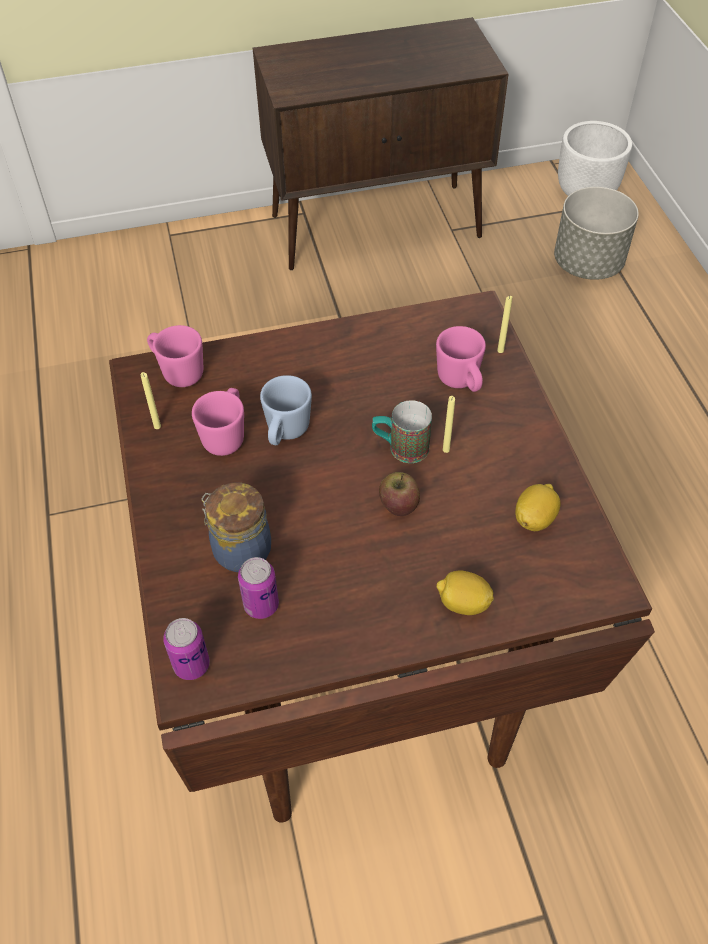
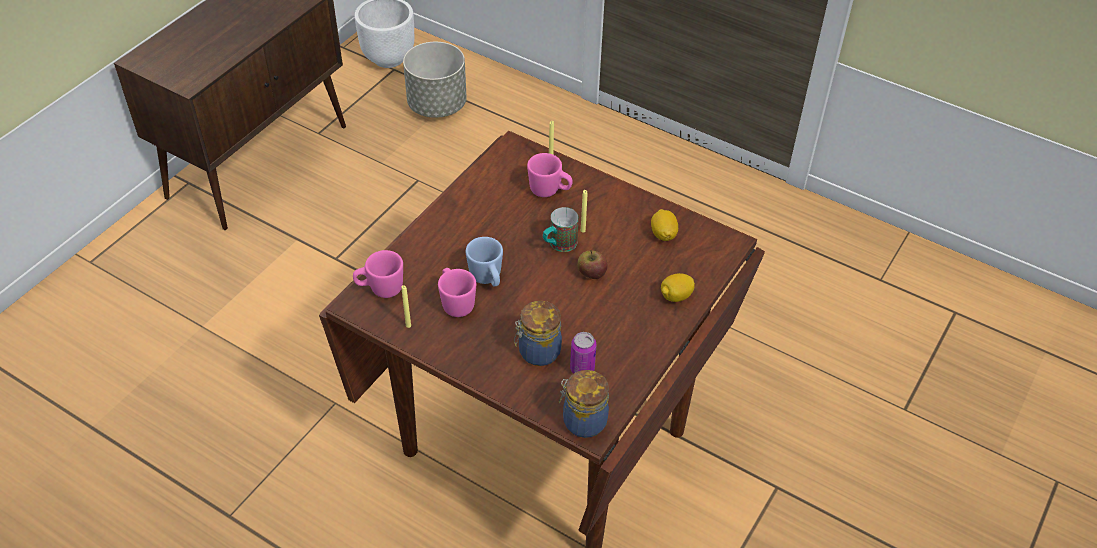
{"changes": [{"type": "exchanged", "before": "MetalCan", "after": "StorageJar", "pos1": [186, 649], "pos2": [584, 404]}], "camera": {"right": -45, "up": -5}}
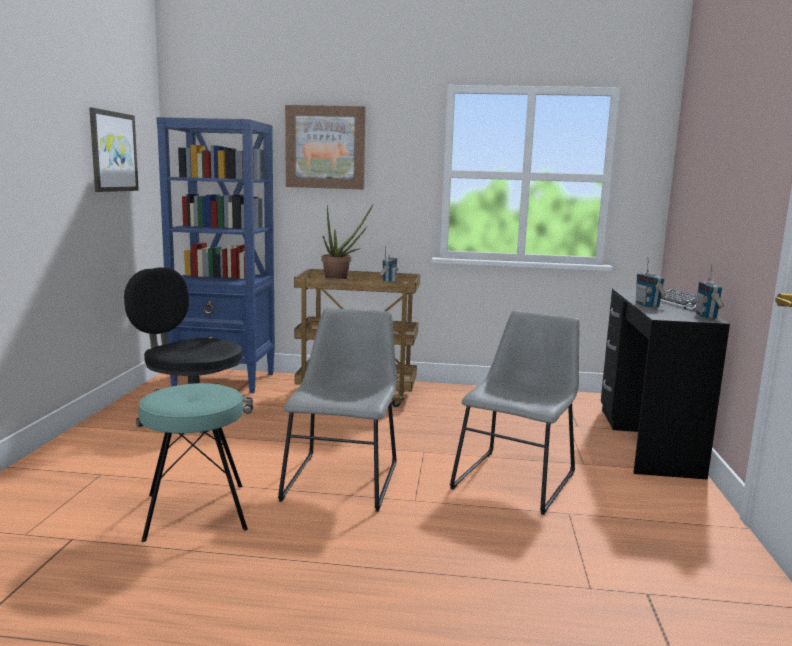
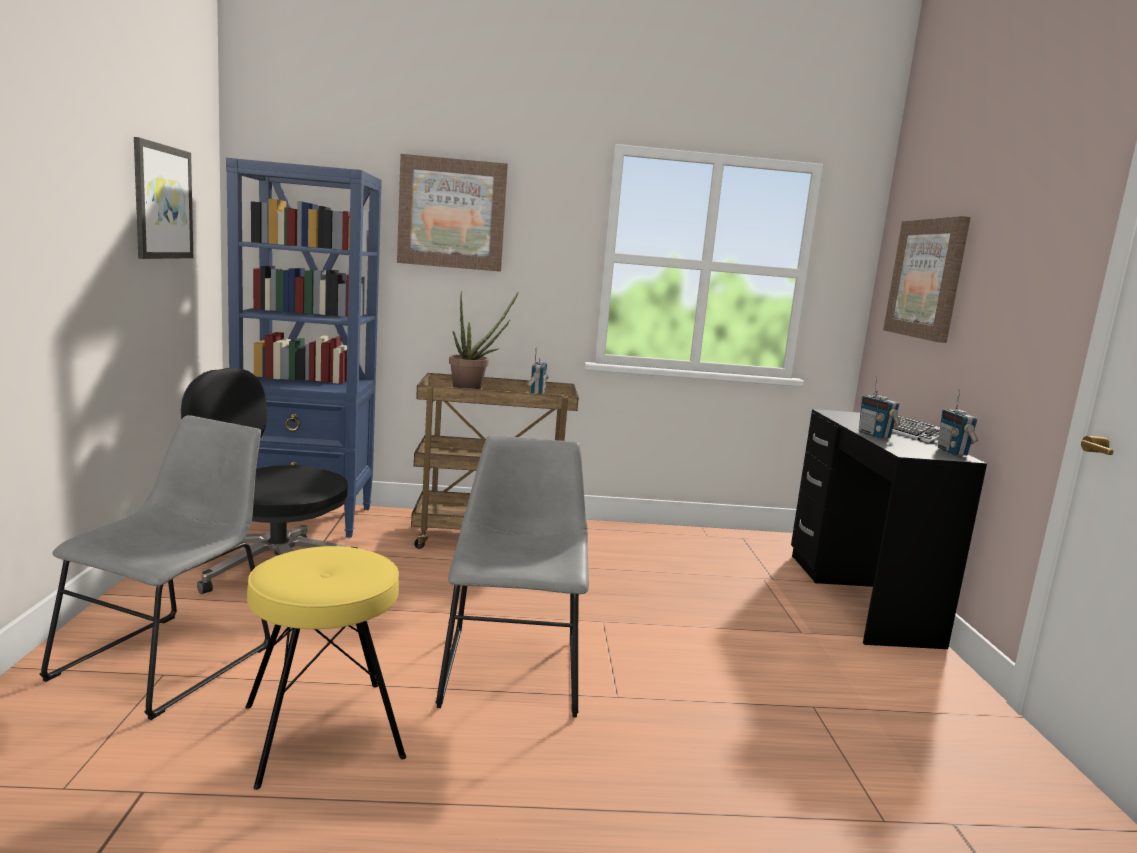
{"changes": [{"type": "appeared", "after": "Picture", "pos2": [927, 279]}, {"type": "relocated", "before": "GreyishChair", "pos1": [515, 412], "pos2": [155, 567]}, {"type": "colour", "before": "BlueGreenStoolSeat", "after": "YellowishStoolSeat", "pos1": [193, 462], "pos2": [325, 668]}], "camera": {"right": -10, "up": 0}}
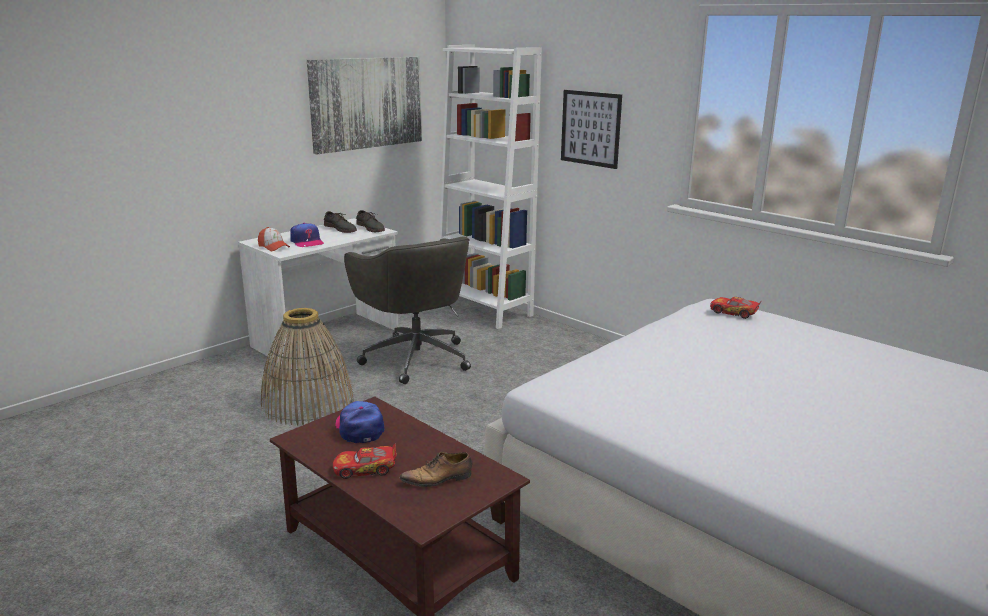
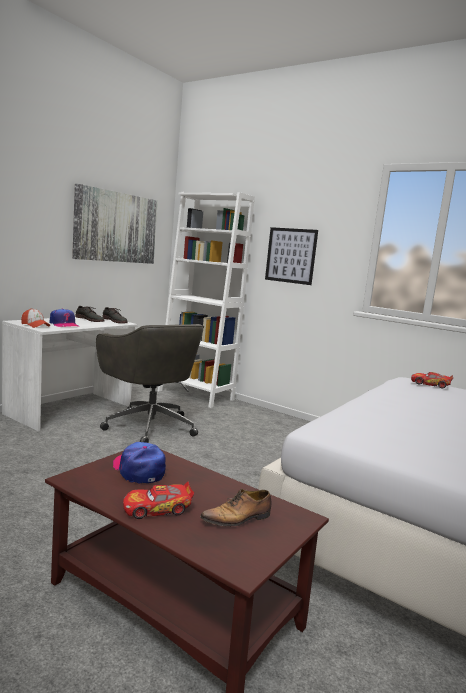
{"changes": [{"type": "missing", "before": "StorageBasket", "pos1": [307, 366]}], "camera": {"right": -10, "up": -10}}
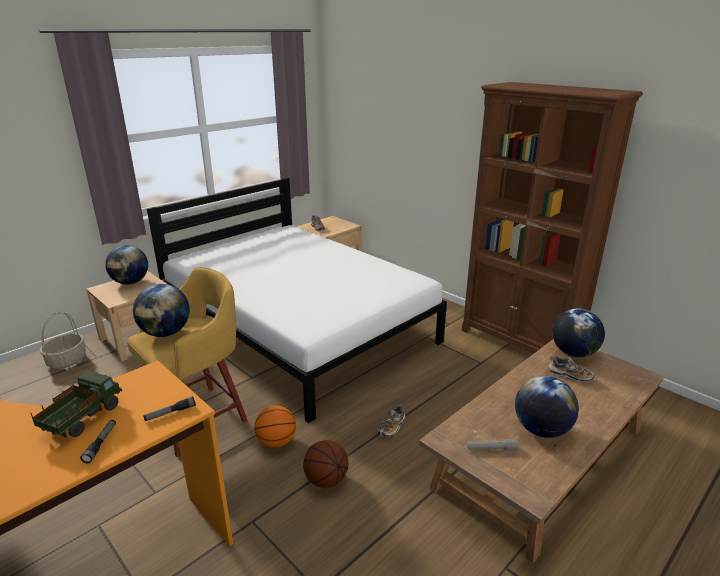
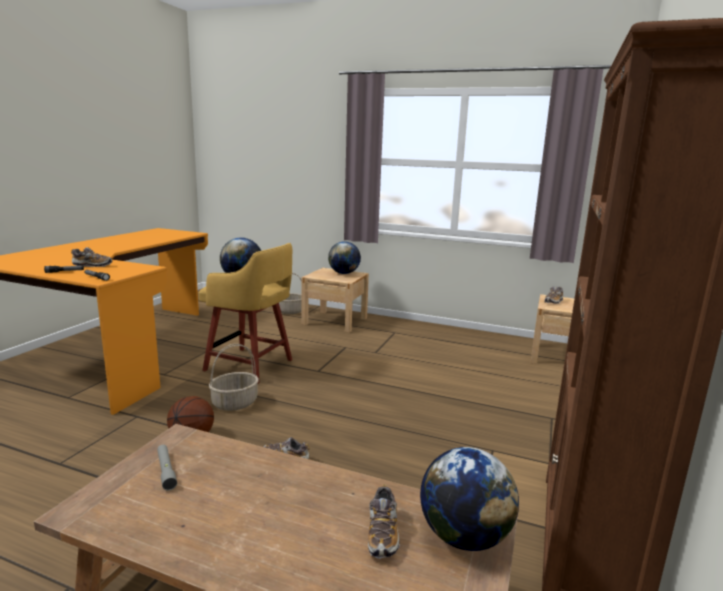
{"changes": [{"type": "missing", "before": "WhitishSleepingBed", "pos1": [297, 300]}, {"type": "missing", "before": "Globe", "pos1": [547, 407]}, {"type": "exchanged", "before": "ToyLorry", "after": "Shoe", "pos1": [76, 404], "pos2": [91, 257]}, {"type": "exchanged", "before": "BasketballBall", "after": "StorageBasket", "pos1": [275, 426], "pos2": [234, 377]}], "camera": {"right": 65, "up": -10}}
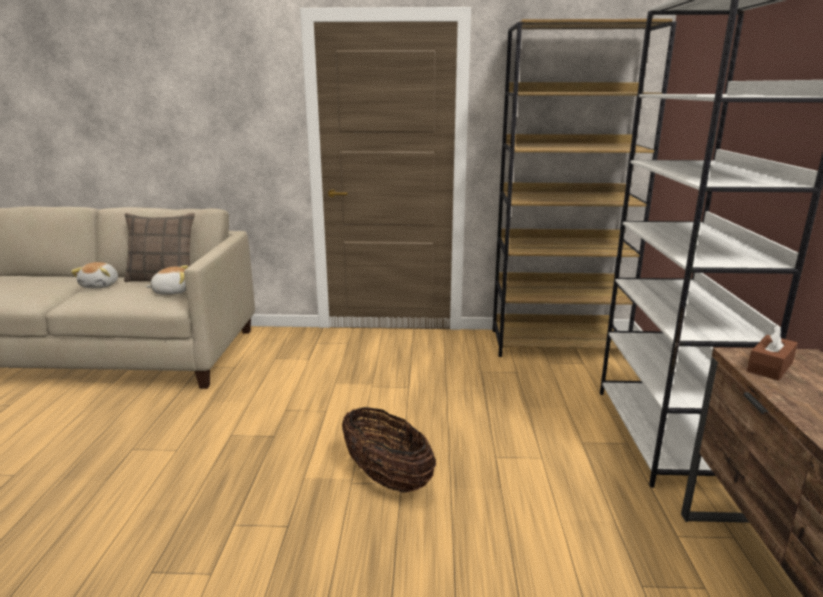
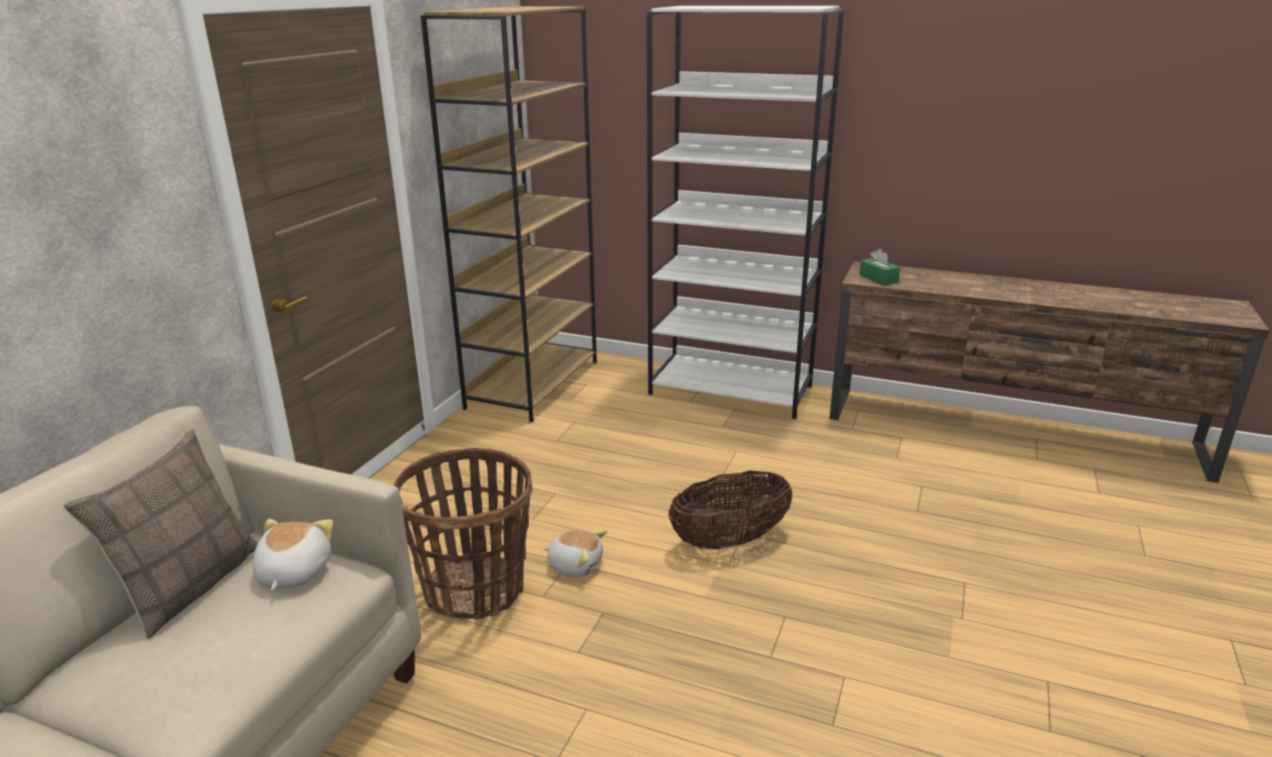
{"changes": [{"type": "appeared", "after": "StorageBasket", "pos2": [462, 534]}, {"type": "relocated", "before": "PlushToy", "pos1": [94, 275], "pos2": [575, 553]}, {"type": "colour", "before": "BrownColouredBoxOfTissues", "after": "GreenBoxOfTissues", "pos1": [772, 352], "pos2": [879, 267]}], "camera": {"right": -70, "up": 5}}
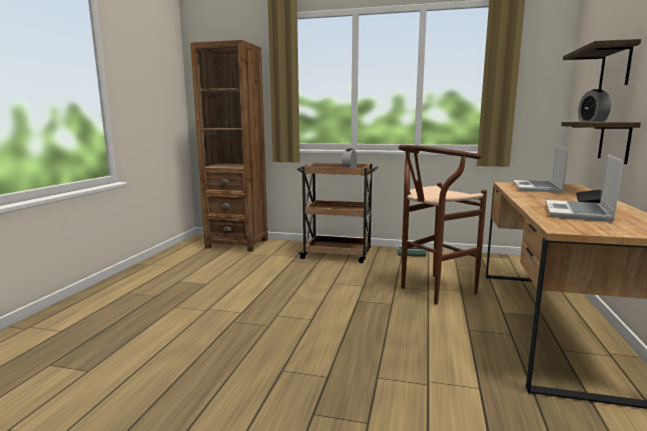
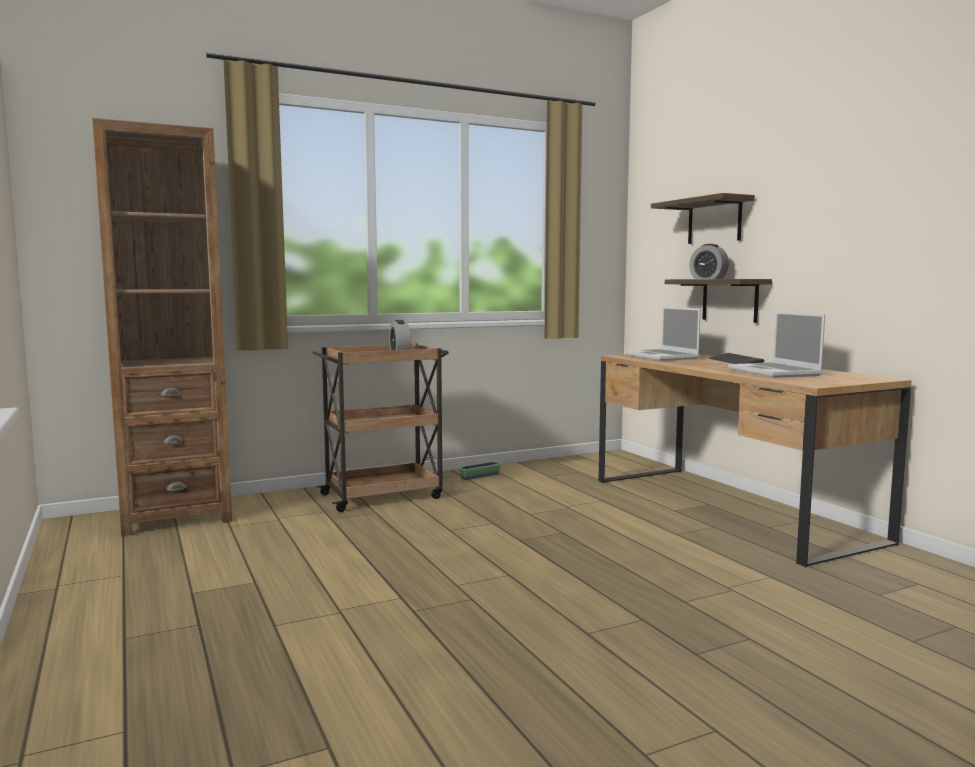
{"changes": [{"type": "missing", "before": "BrownColouredStoolSeat", "pos1": [442, 224]}], "camera": {"right": -40, "up": -5}}
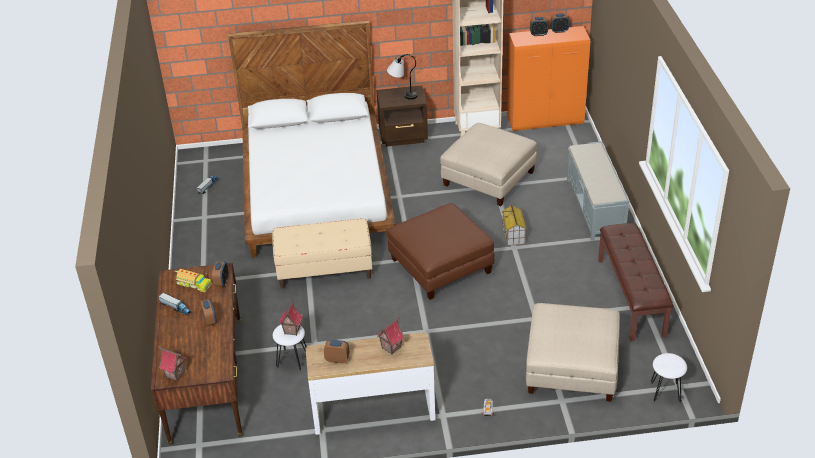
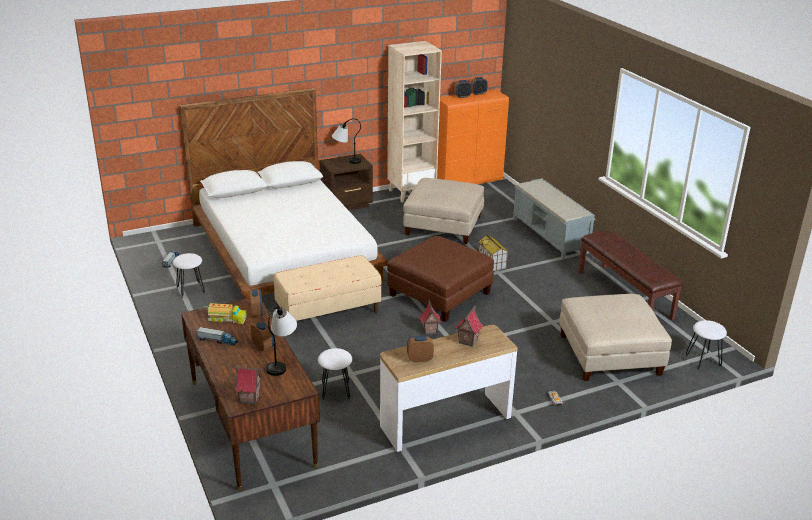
{"changes": [{"type": "appeared", "after": "WhitishStoolSeat", "pos2": [189, 275]}, {"type": "appeared", "after": "TableLamp", "pos2": [281, 341]}, {"type": "relocated", "before": "ModelHouse", "pos1": [291, 317], "pos2": [430, 317]}], "camera": {"right": -20, "up": -10}}
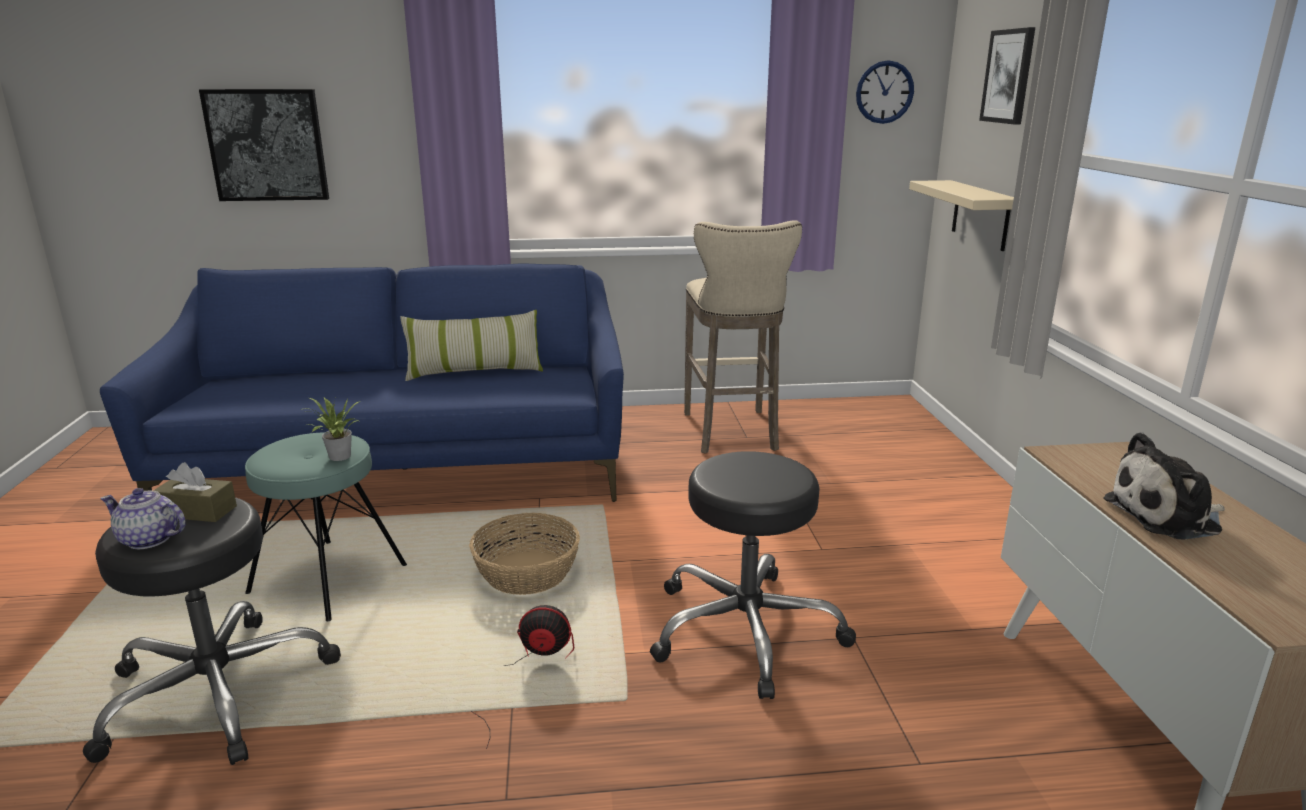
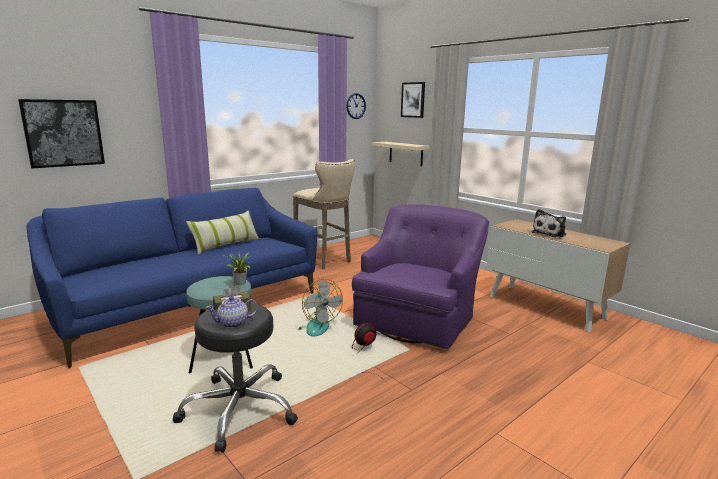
{"changes": [{"type": "exchanged", "before": "StorageBasket", "after": "CoolingFan", "pos1": [524, 554], "pos2": [321, 308]}, {"type": "exchanged", "before": "BlackishStoolSeat", "after": "PurplishEasyChair", "pos1": [753, 575], "pos2": [420, 276]}], "camera": {"right": -35, "up": -5}}
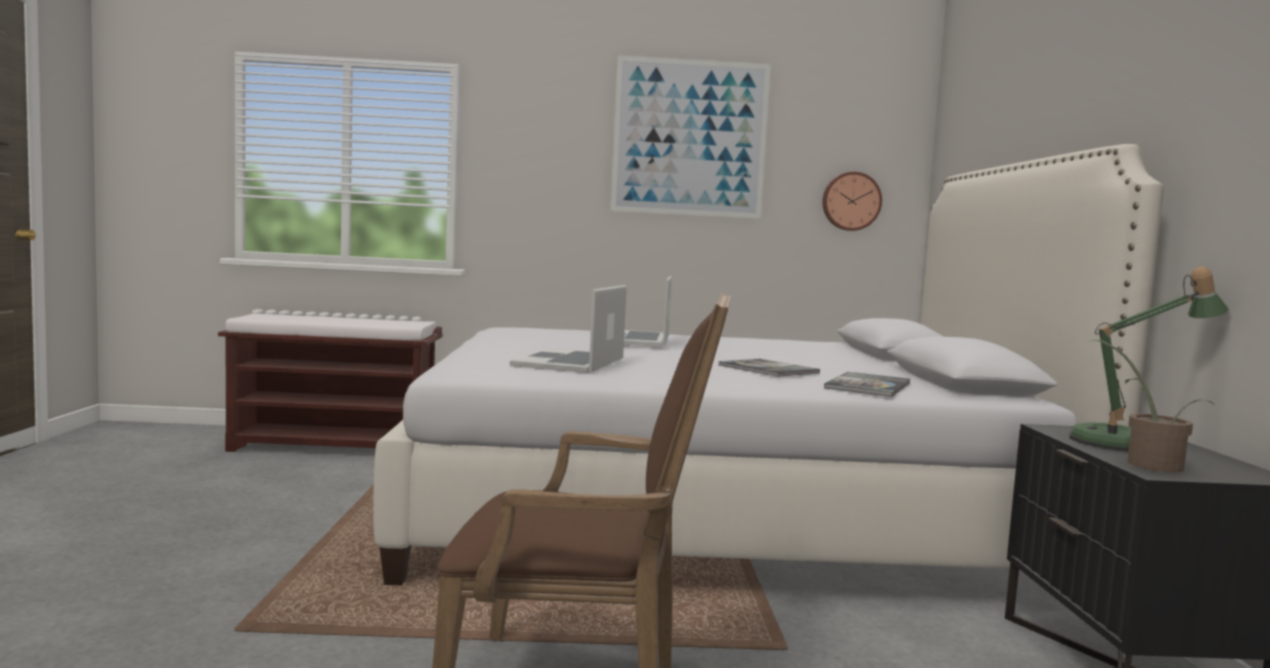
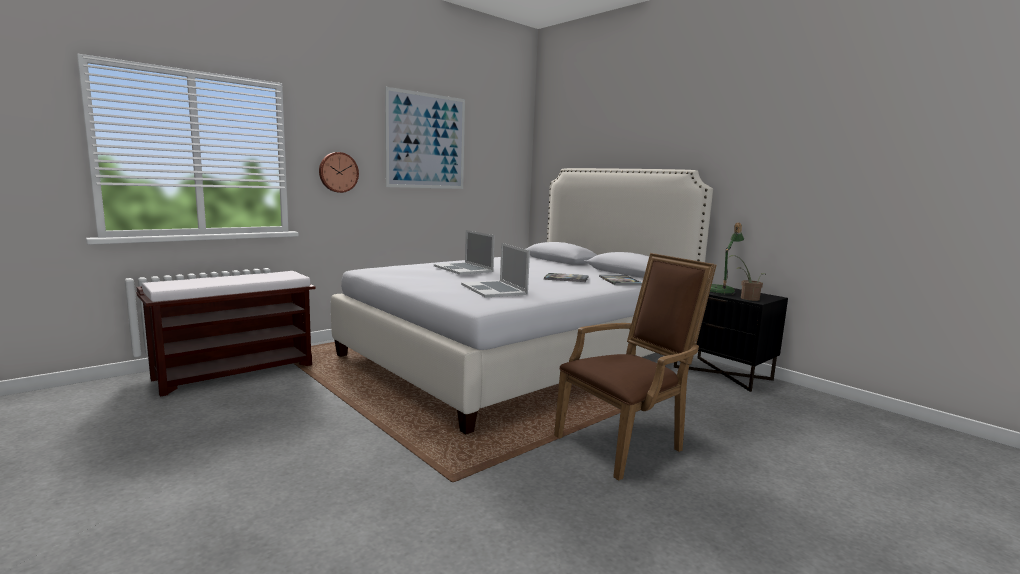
{"changes": [{"type": "relocated", "before": "ClockOnTheWall", "pos1": [852, 201], "pos2": [339, 172]}], "camera": {"right": -40, "up": 5}}
